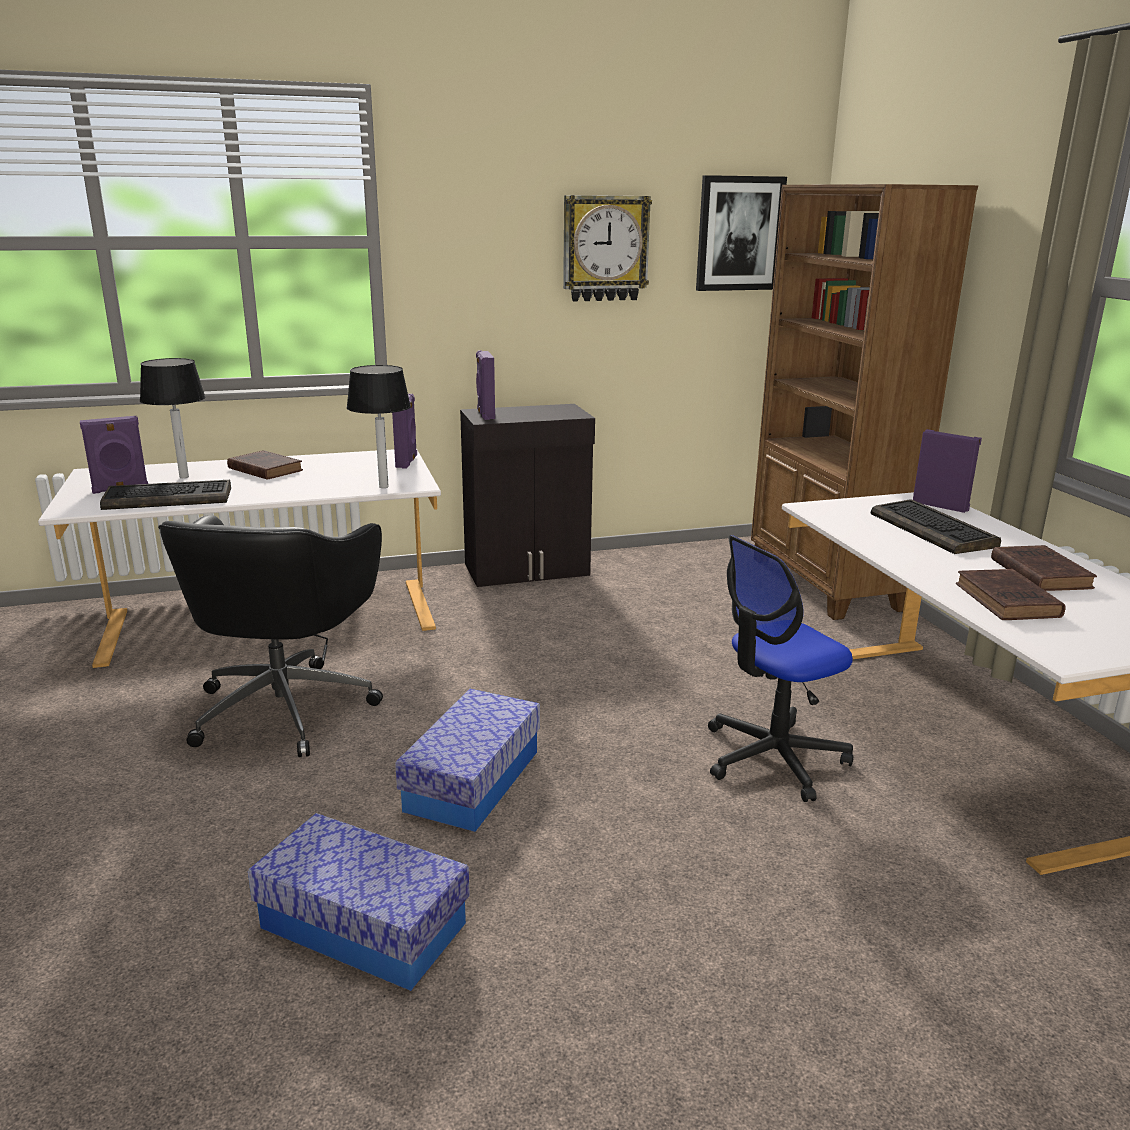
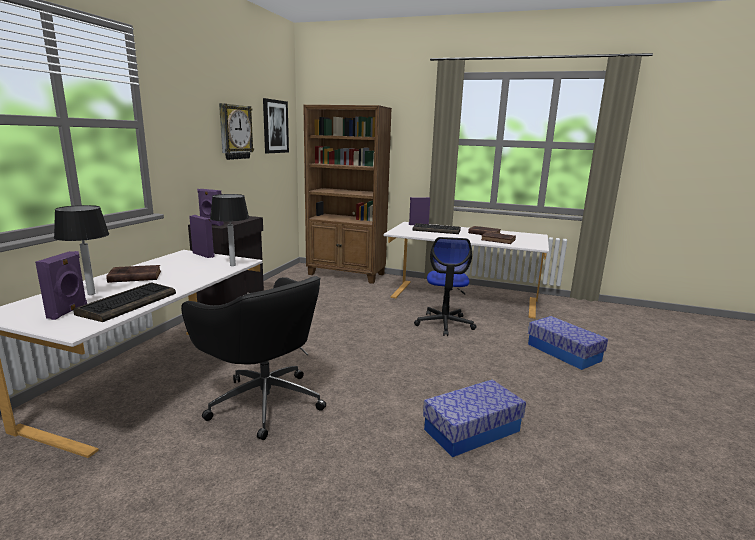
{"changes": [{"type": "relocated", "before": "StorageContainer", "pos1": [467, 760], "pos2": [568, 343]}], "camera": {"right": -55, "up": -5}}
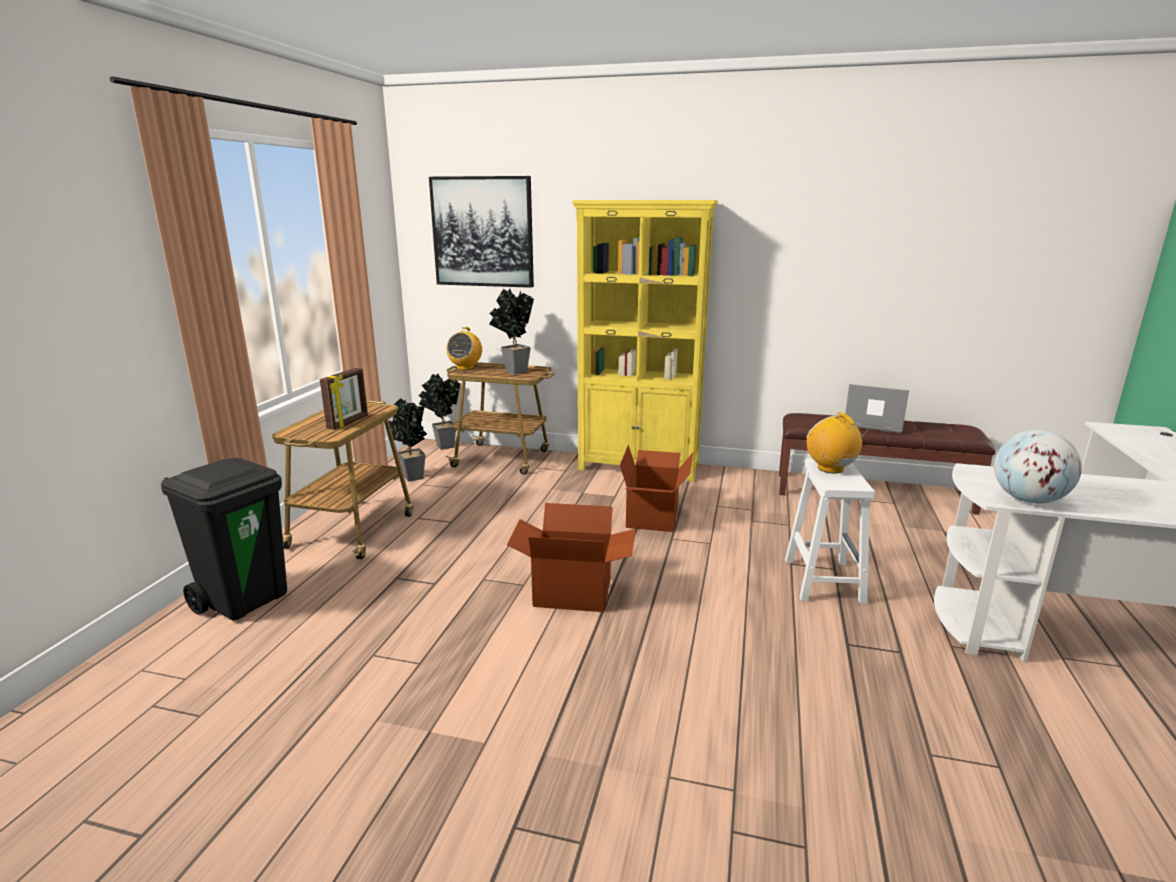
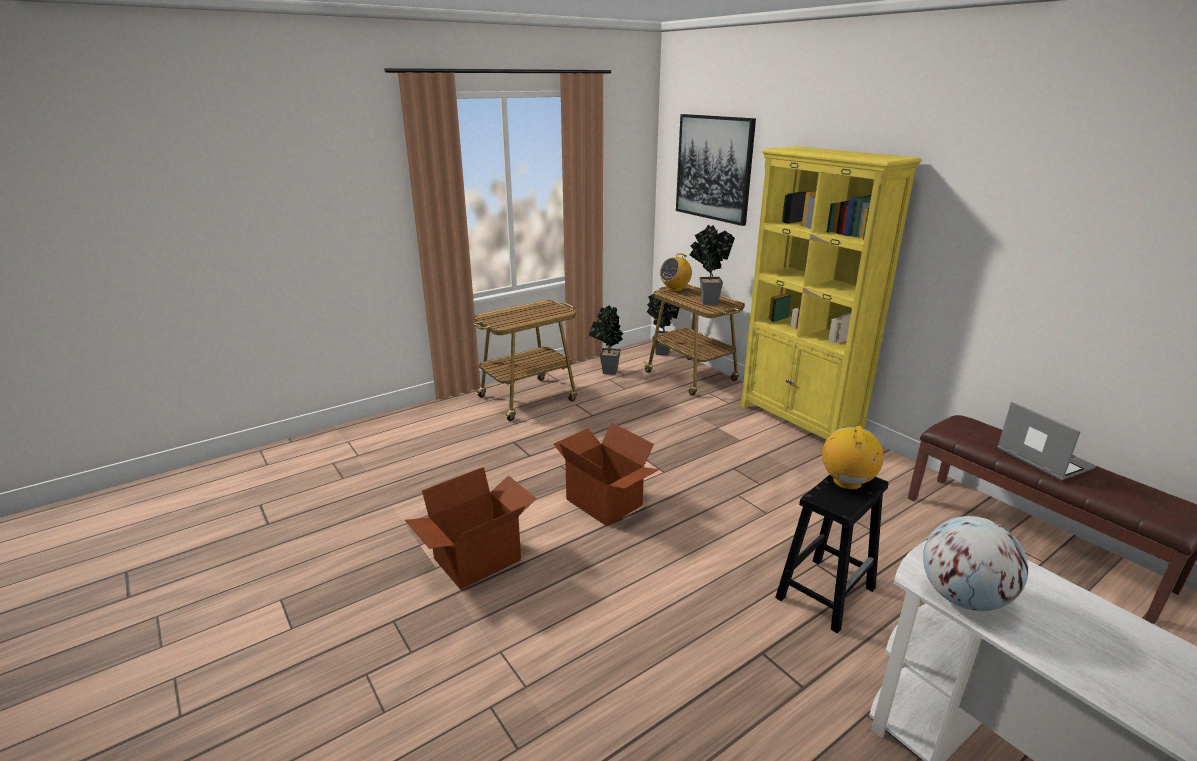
{"changes": [{"type": "missing", "before": "BlackishTrashCan", "pos1": [224, 539]}, {"type": "missing", "before": "PictureFrame", "pos1": [344, 399]}, {"type": "relocated", "before": "Carton", "pos1": [656, 488], "pos2": [471, 528]}, {"type": "colour", "before": "WhitishStoolSeat", "after": "BlackishStoolSeat", "pos1": [830, 531], "pos2": [832, 554]}], "camera": {"right": 40, "up": 5}}
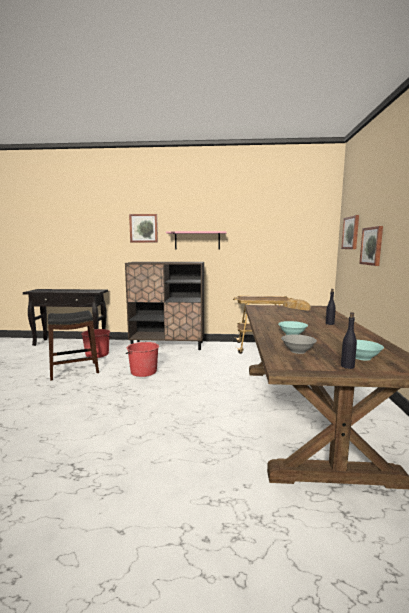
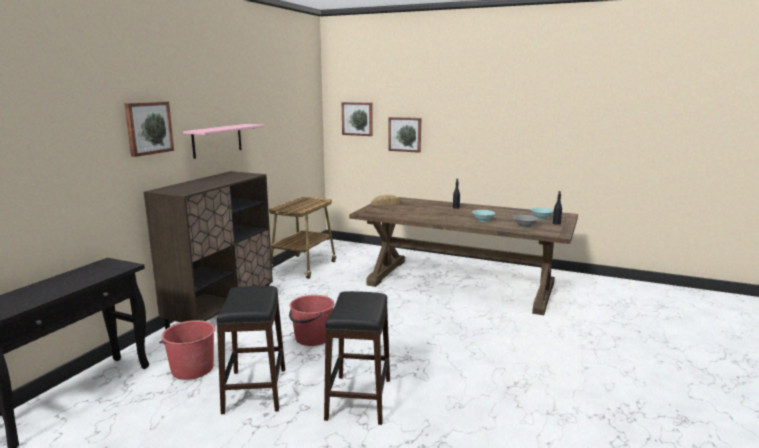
{"changes": [{"type": "appeared", "after": "BlackishStoolSeat", "pos2": [357, 358]}], "camera": {"right": -70, "up": 5}}
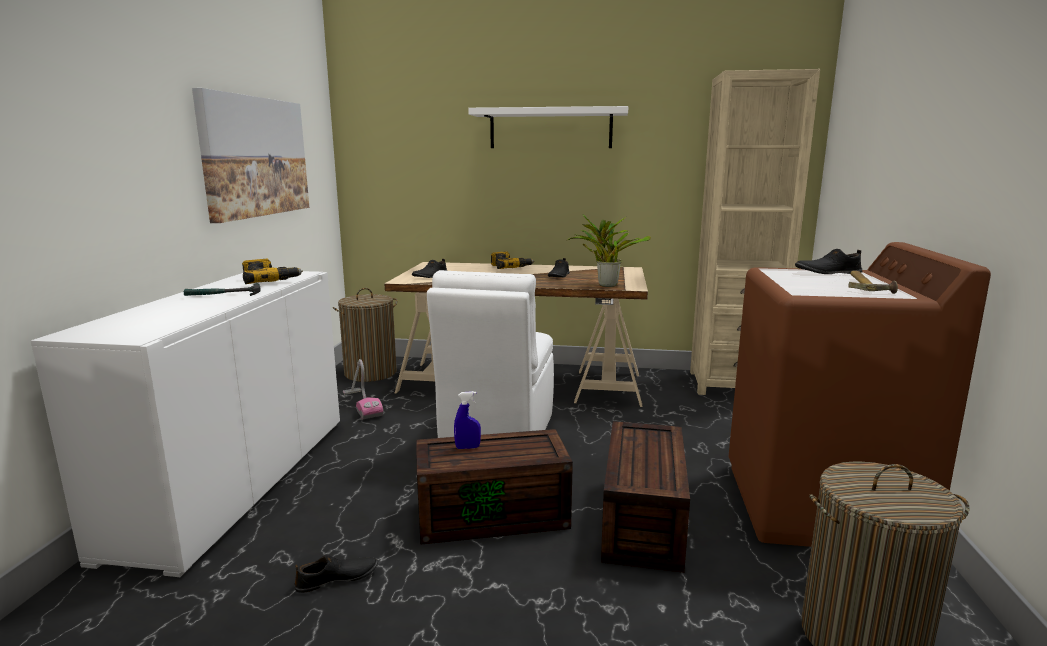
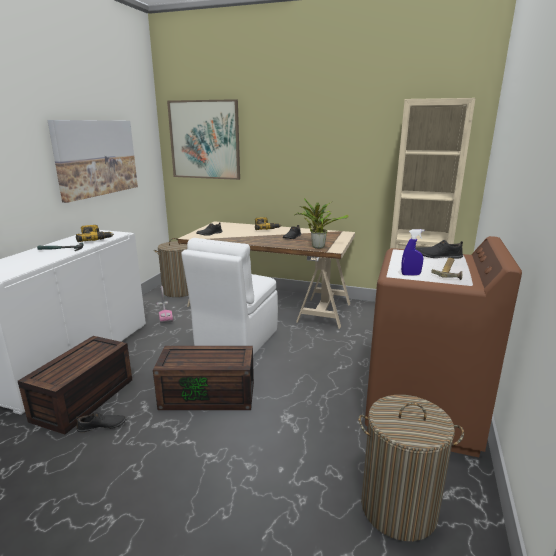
{"changes": [{"type": "missing", "before": "WhitishBracketShelf", "pos1": [548, 127]}, {"type": "appeared", "after": "Picture", "pos2": [203, 139]}, {"type": "relocated", "before": "BluishSprayBottle", "pos1": [467, 420], "pos2": [412, 252]}, {"type": "relocated", "before": "BrownColouredStorageContainer", "pos1": [645, 497], "pos2": [75, 385]}], "camera": {"right": 10, "up": 5}}
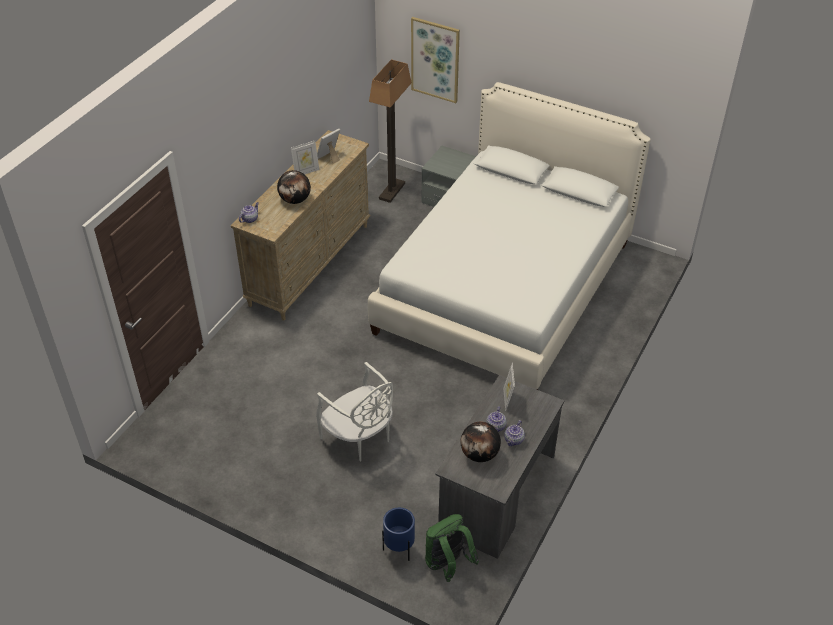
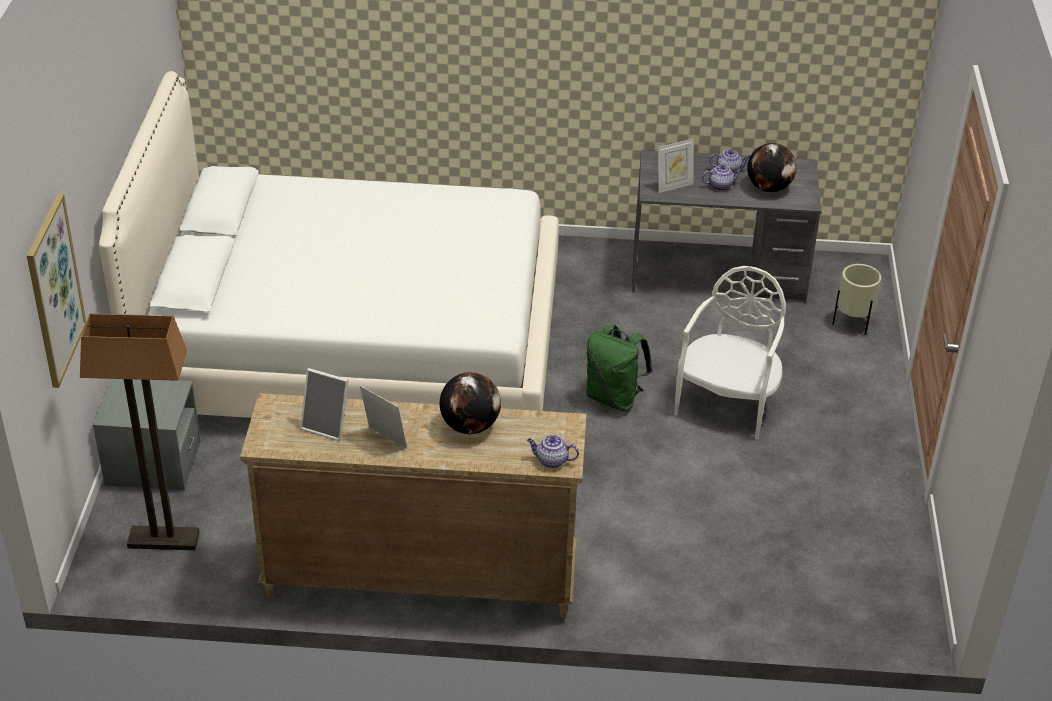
{"changes": [{"type": "relocated", "before": "GreenKnapsack", "pos1": [452, 548], "pos2": [619, 368]}, {"type": "colour", "before": "BluishFlowerPot", "after": "BeigeColouredFlowerPot", "pos1": [398, 534], "pos2": [856, 299]}], "camera": {"right": -115, "up": -5}}
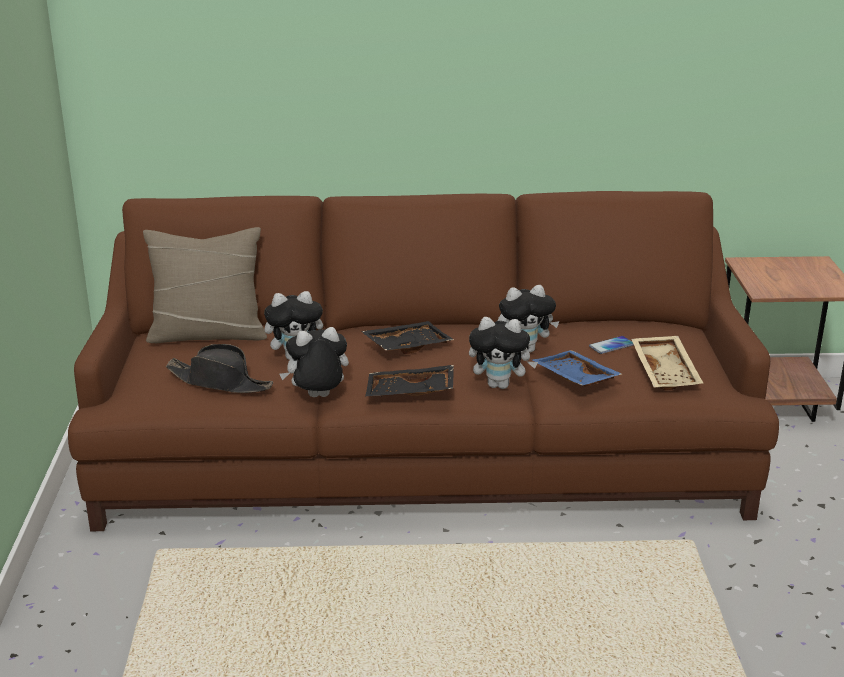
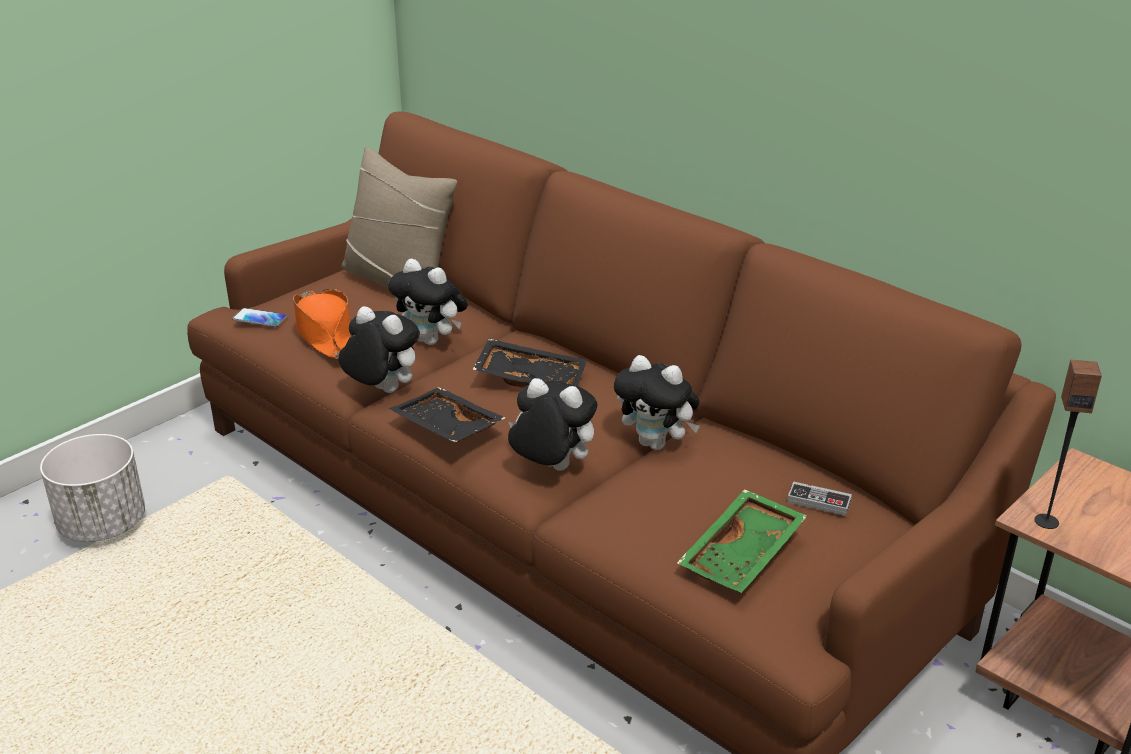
{"changes": [{"type": "missing", "before": "BluishServingTray", "pos1": [577, 368]}, {"type": "appeared", "after": "WhitishFlowerPot", "pos2": [92, 488]}, {"type": "appeared", "after": "GameController", "pos2": [819, 498]}, {"type": "appeared", "after": "Loudspeaker", "pos2": [1068, 444]}, {"type": "relocated", "before": "Telephone", "pos1": [611, 345], "pos2": [259, 317]}, {"type": "colour", "before": "BlackishClothingHat", "after": "OrangeyClothingHat", "pos1": [219, 368], "pos2": [322, 324]}, {"type": "colour", "before": "BeigeColouredServingTray", "after": "GreenServingTray", "pos1": [667, 363], "pos2": [742, 541]}, {"type": "spun", "before": "PlushToy", "pos1": [503, 353], "pos2": [552, 424], "turn": 150}], "camera": {"right": 45, "up": 5}}
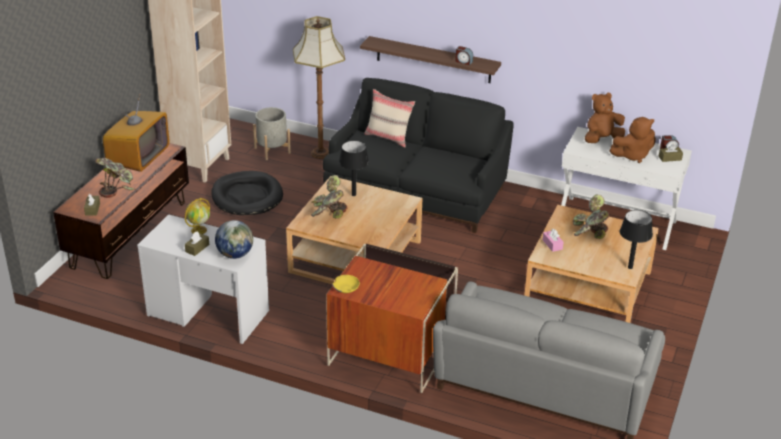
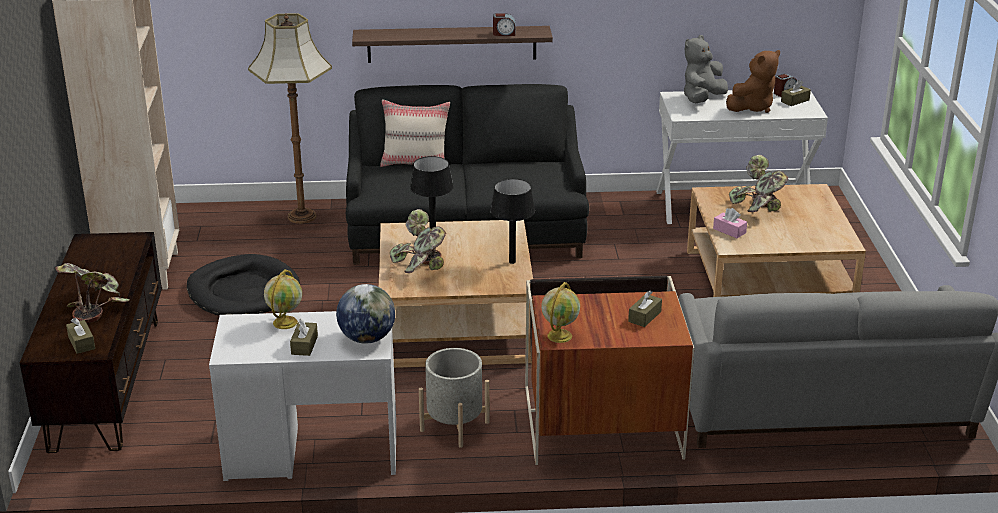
{"changes": [{"type": "missing", "before": "TvSet", "pos1": [136, 132]}, {"type": "appeared", "after": "BrownColouredBoxOfTissues", "pos2": [645, 309]}, {"type": "relocated", "before": "GreyishFlowerPot", "pos1": [272, 133], "pos2": [454, 398]}, {"type": "relocated", "before": "BlackishTableLamp", "pos1": [636, 239], "pos2": [512, 221]}, {"type": "exchanged", "before": "YellowishDeepDish", "after": "Globe", "pos1": [346, 284], "pos2": [560, 312]}, {"type": "colour", "before": "BrownColouredPlushToy", "after": "GreyishPlushToy", "pos1": [605, 118], "pos2": [706, 69]}], "camera": {"right": -25, "up": -5}}
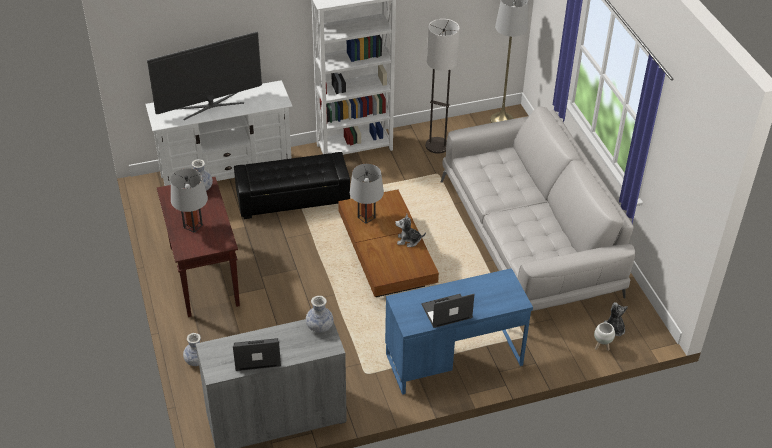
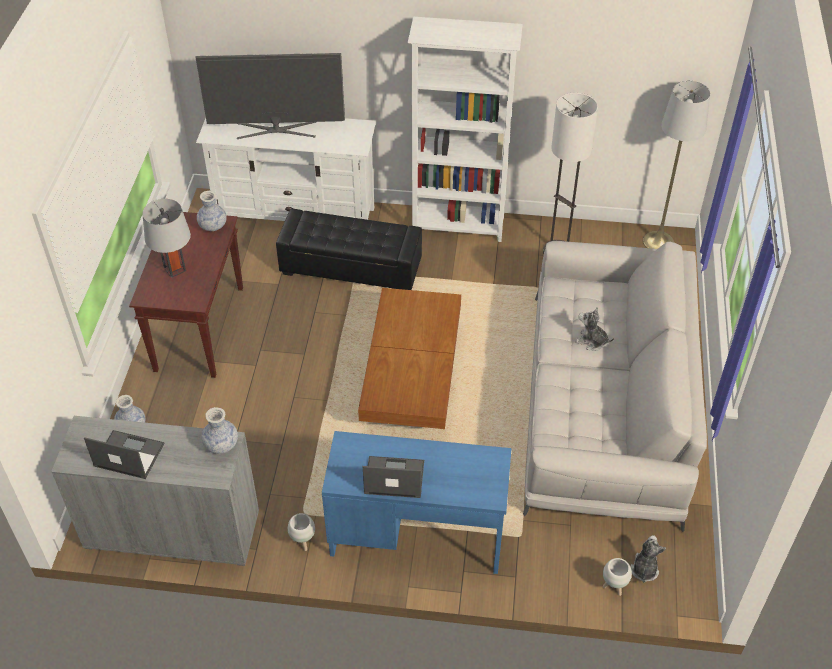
{"changes": [{"type": "missing", "before": "GreyishTableLamp", "pos1": [367, 194]}, {"type": "appeared", "after": "WhitishFlowerPot", "pos2": [301, 532]}, {"type": "relocated", "before": "PlushToy", "pos1": [410, 230], "pos2": [595, 329]}], "camera": {"right": 25, "up": 5}}
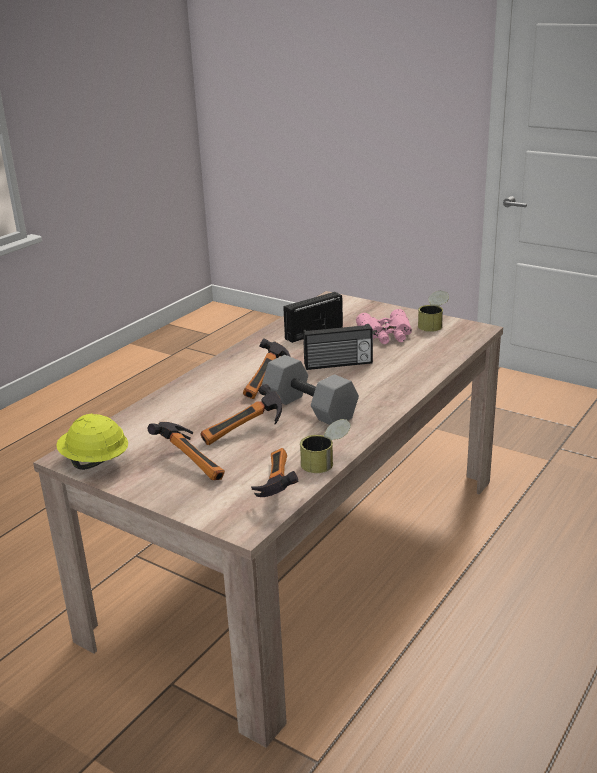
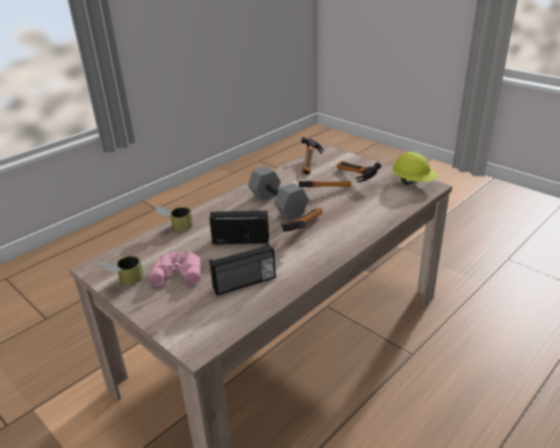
{"changes": [{"type": "relocated", "before": "MetalCan", "pos1": [325, 446], "pos2": [174, 219]}], "camera": {"right": -170, "up": 5}}
